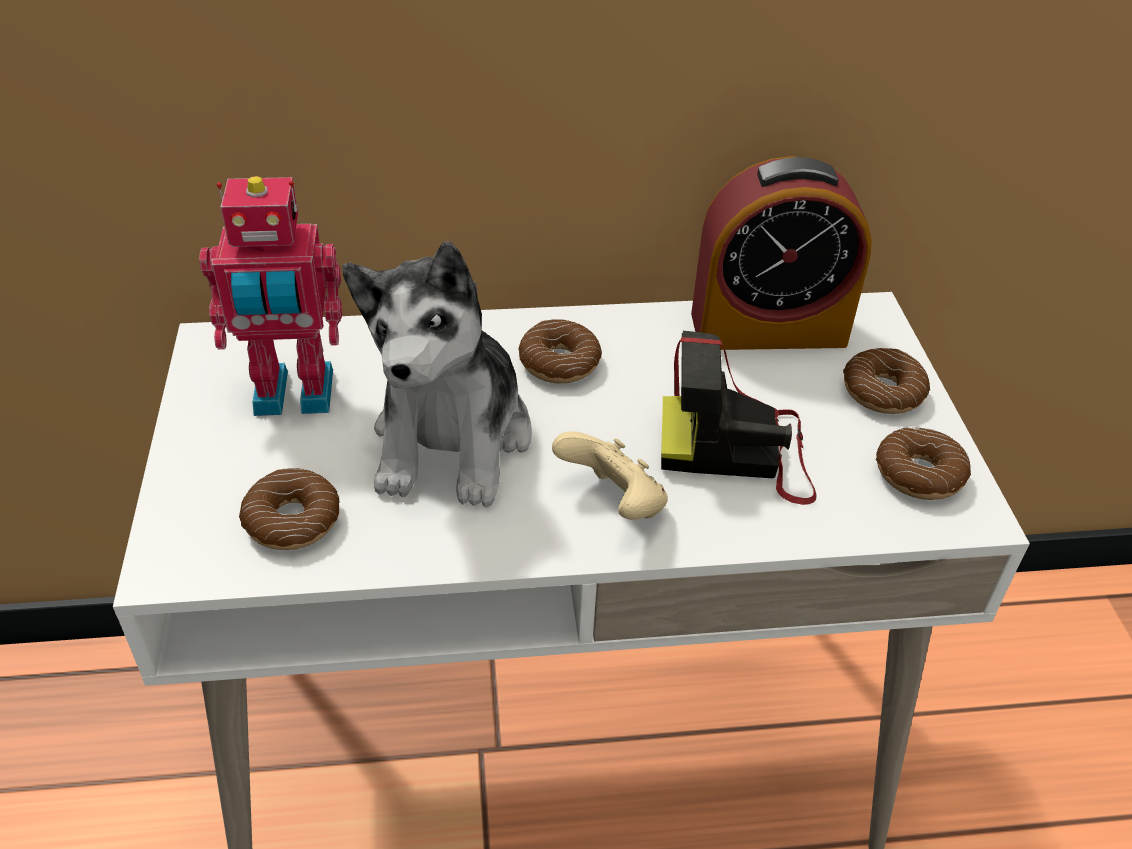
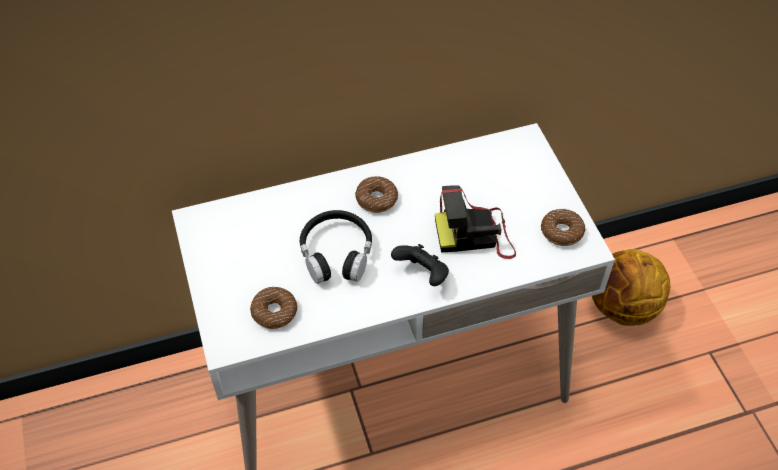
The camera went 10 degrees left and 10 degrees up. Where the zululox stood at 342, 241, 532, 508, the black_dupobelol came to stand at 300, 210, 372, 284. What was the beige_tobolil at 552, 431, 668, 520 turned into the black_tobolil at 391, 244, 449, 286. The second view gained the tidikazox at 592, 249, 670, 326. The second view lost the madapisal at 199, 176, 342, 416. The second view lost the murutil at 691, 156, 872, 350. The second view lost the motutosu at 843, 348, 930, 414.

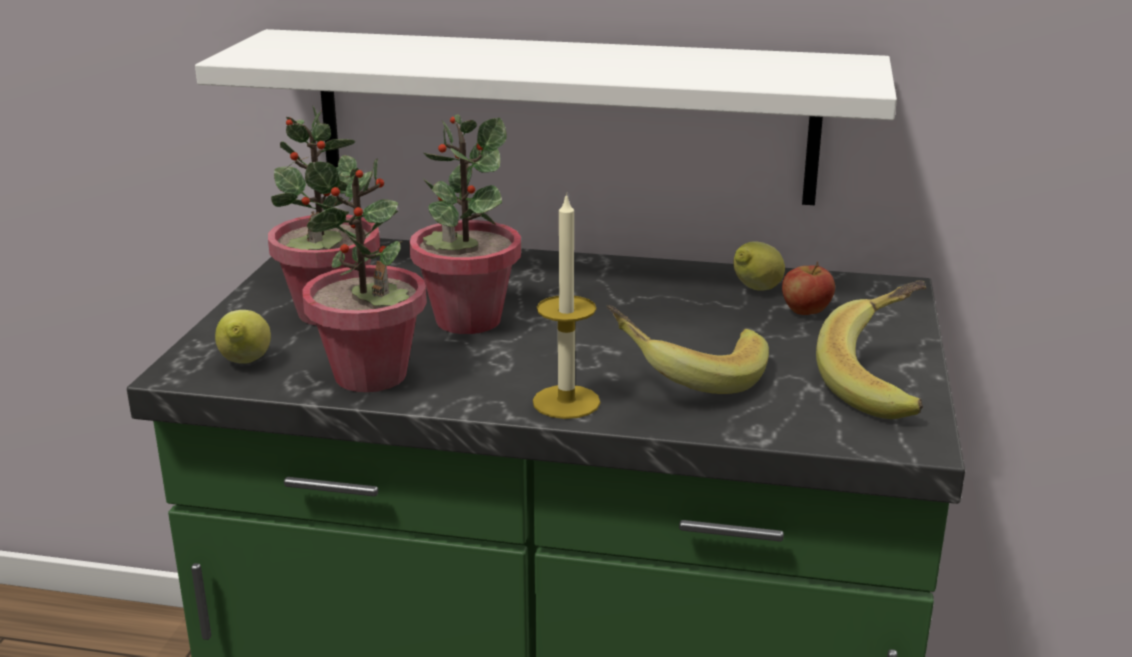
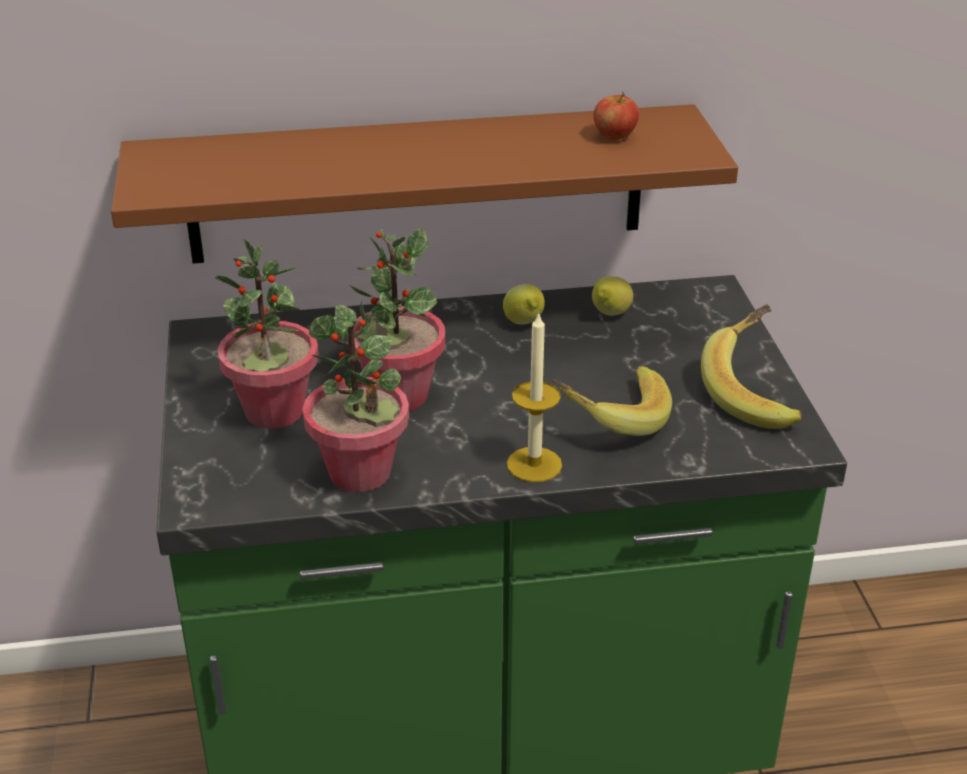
The camera went 20 degrees left and 10 degrees up. What was the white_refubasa at 195, 29, 897, 205 turned into the brown_refubasa at 111, 104, 738, 264. The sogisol ended up elsewhere, having gone from 215, 310, 271, 364 to 503, 284, 545, 324. The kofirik ended up elsewhere, having gone from 782, 261, 835, 315 to 594, 91, 639, 140.

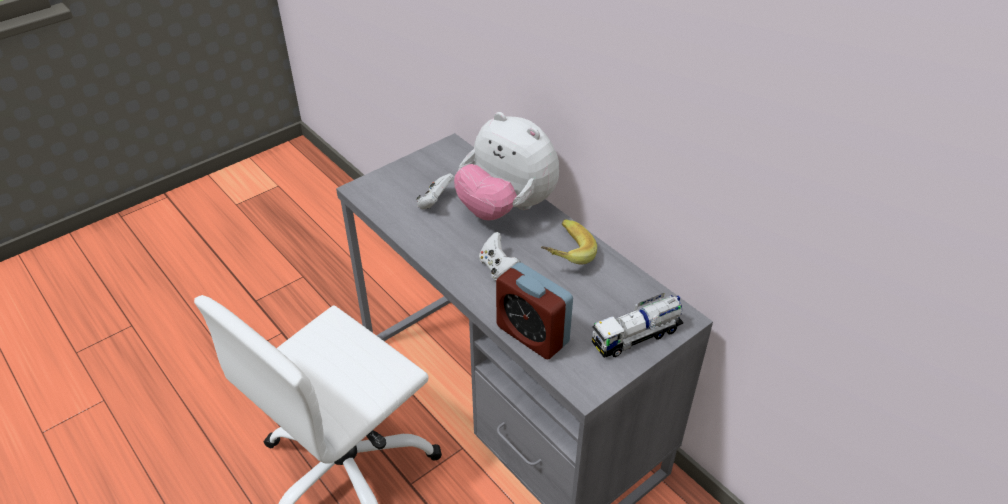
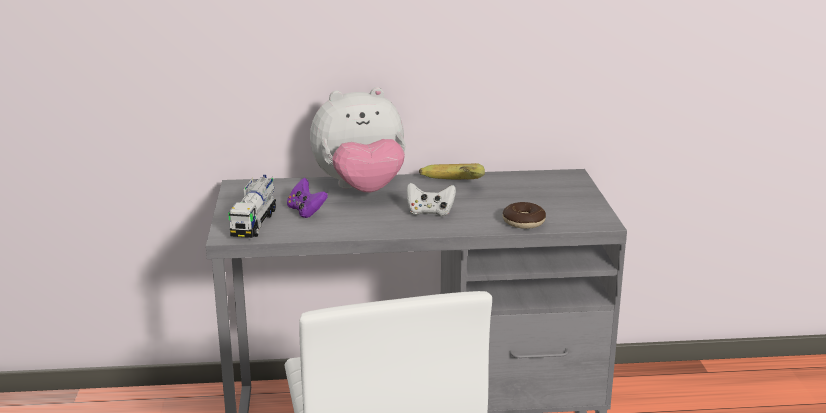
The camera went 55 degrees left and 20 degrees down. The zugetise ended up elsewhere, having gone from 592, 293, 683, 358 to 228, 175, 276, 238. What was the white_tobolil at 416, 173, 454, 210 turned into the purple_tobolil at 287, 178, 328, 218. Where the murutil stood at 496, 262, 573, 360, the motutosu came to stand at 503, 202, 546, 229.

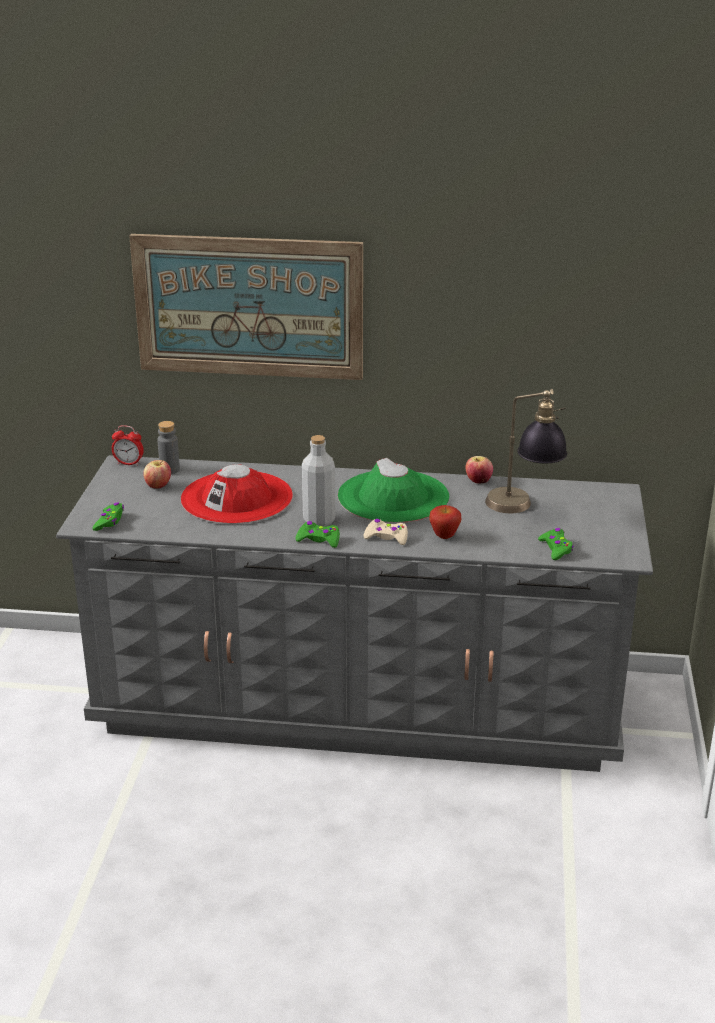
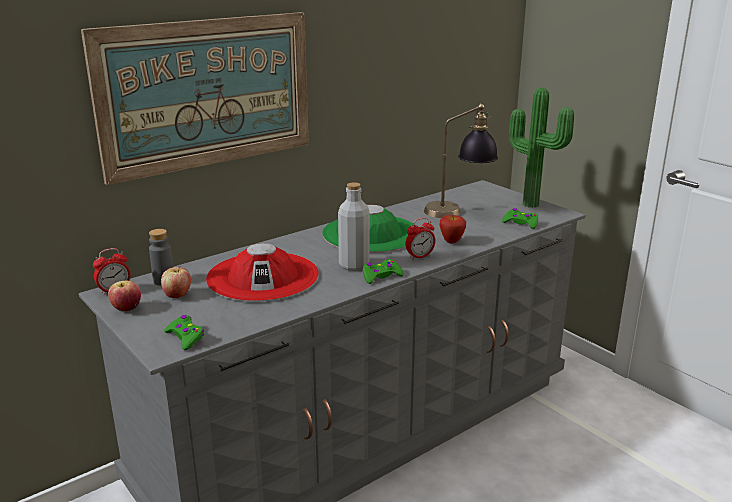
The camera went 45 degrees left and 5 degrees down. The kofirik ended up elsewhere, having gone from 465, 456, 493, 484 to 108, 280, 141, 311. Where the beige_tobolil stood at 363, 519, 408, 545, the murutil came to stand at 405, 218, 435, 260. The second view gained the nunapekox at 509, 88, 574, 208.

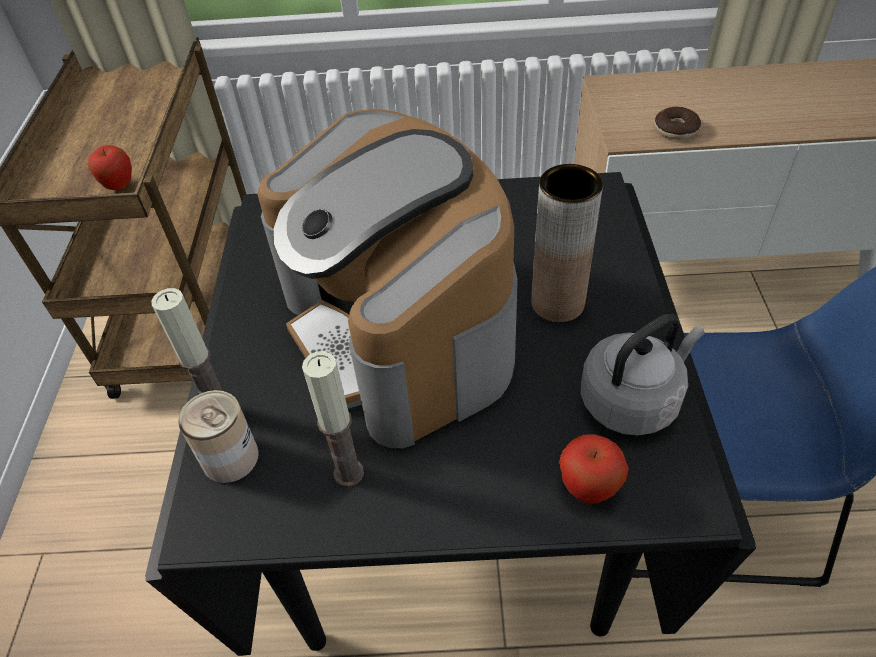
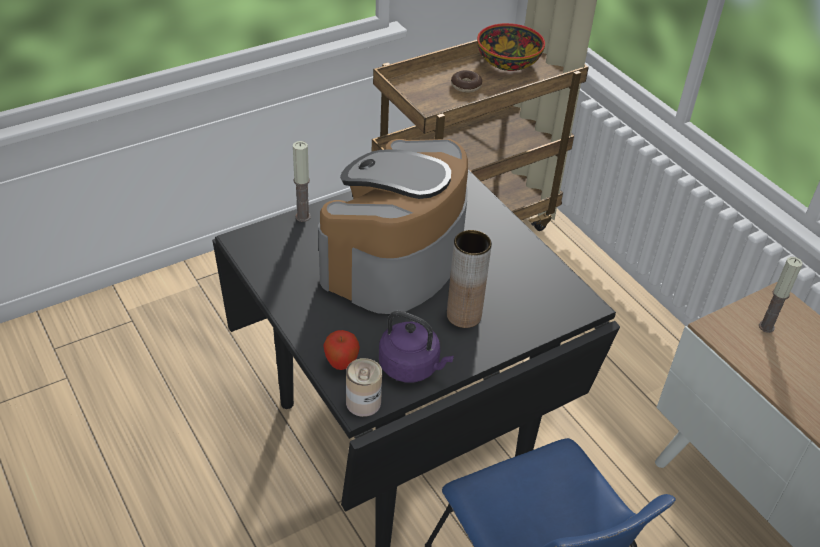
The camera went 55 degrees right and 5 degrees down. The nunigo ended up elsewhere, having gone from 178, 390, 259, 483 to 346, 358, 382, 417. What was the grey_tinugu at 581, 314, 705, 436 turned into the purple_tinugu at 379, 311, 454, 382. The motutosu ended up elsewhere, having gone from 654, 107, 701, 140 to 451, 70, 482, 93. The second view gained the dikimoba at 477, 23, 545, 71. The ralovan ended up elsewhere, having gone from 302, 351, 364, 487 to 759, 257, 803, 333. The second view lost the kofirik at 88, 145, 132, 190.

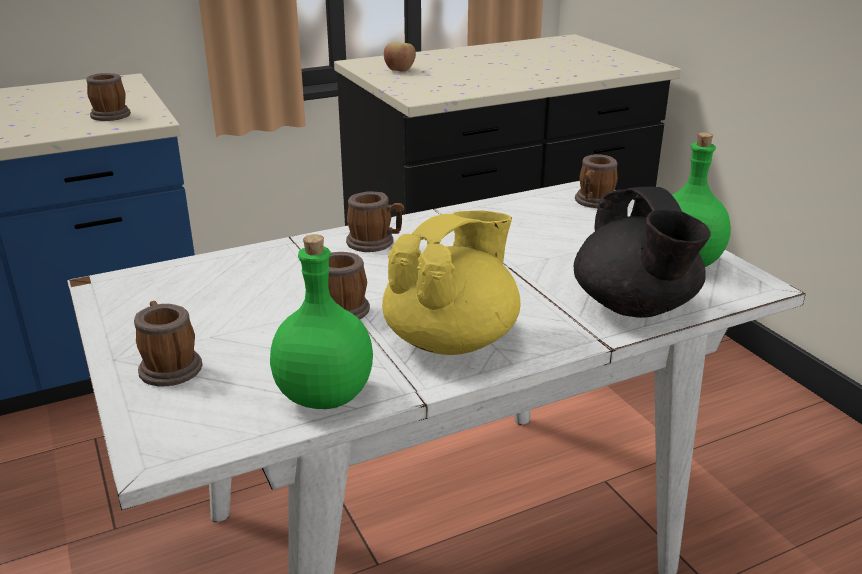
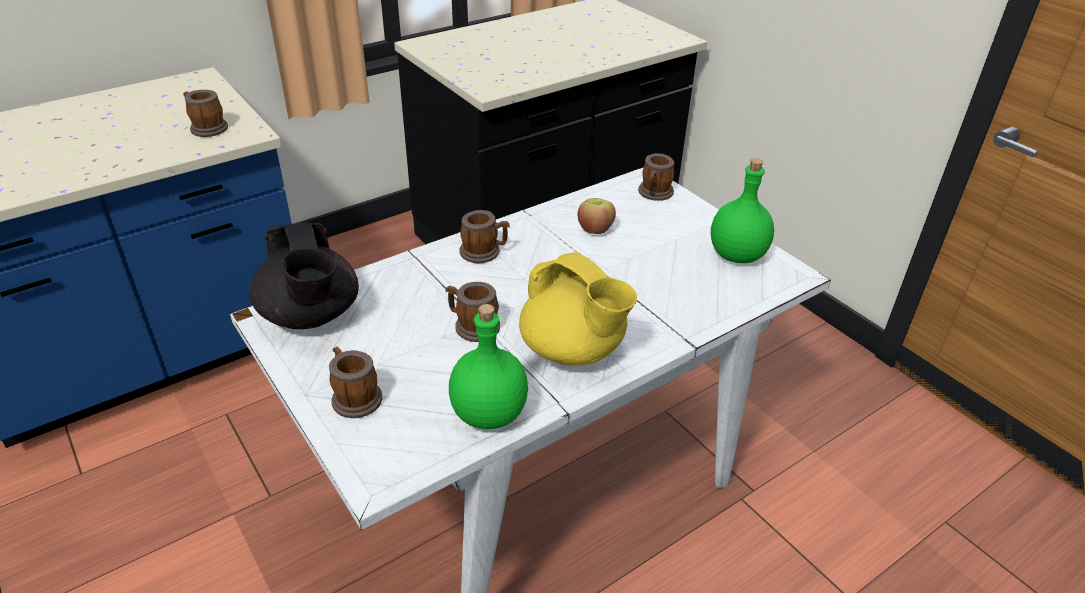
The camera went 10 degrees left and 10 degrees up. The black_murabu ended up elsewhere, having gone from 574, 187, 711, 318 to 250, 222, 359, 329. The yellow_murabu at 382, 210, 520, 355 ended up facing another way, 105 degrees clockwise from before. The kofirik ended up elsewhere, having gone from 384, 43, 416, 72 to 578, 198, 616, 234.

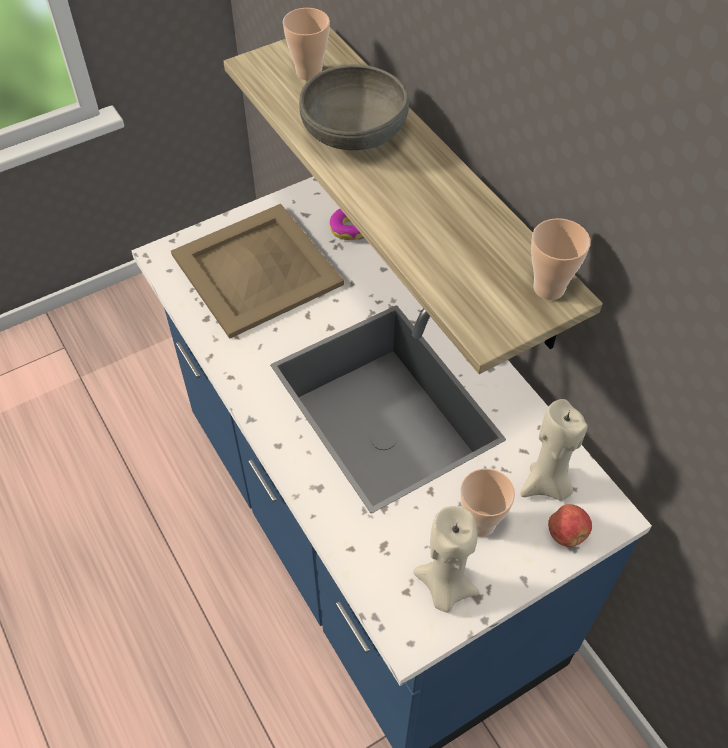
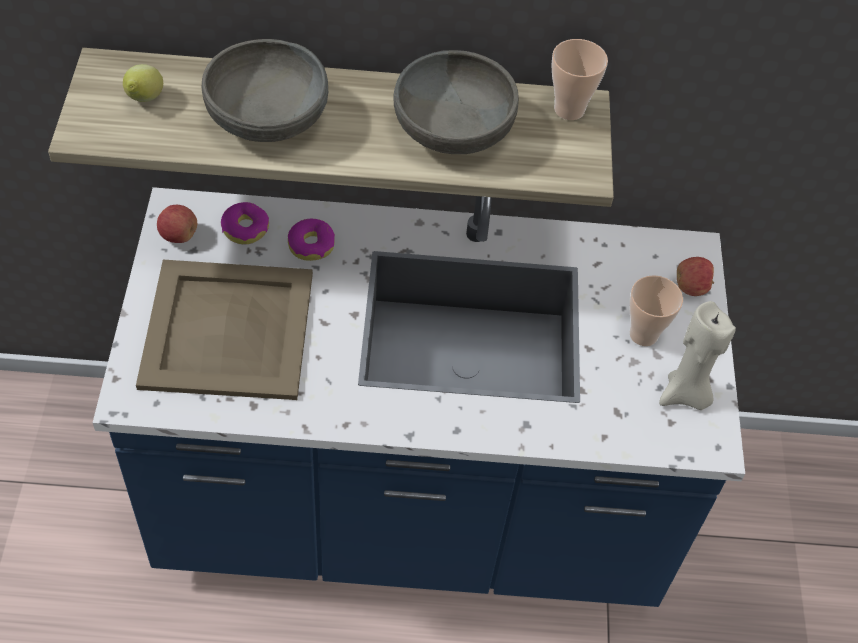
The camera went 60 degrees left and 0 degrees up. Where the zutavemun stood at 283, 8, 330, 80, the sogisol came to stand at 123, 64, 163, 102. The second view gained the kofirik at 157, 205, 197, 243. The second view gained the motutosu at 288, 219, 335, 261. The second view gained the grey_dikimoba at 393, 50, 519, 154. The second view lost the beige_ralovan at 521, 399, 588, 501.

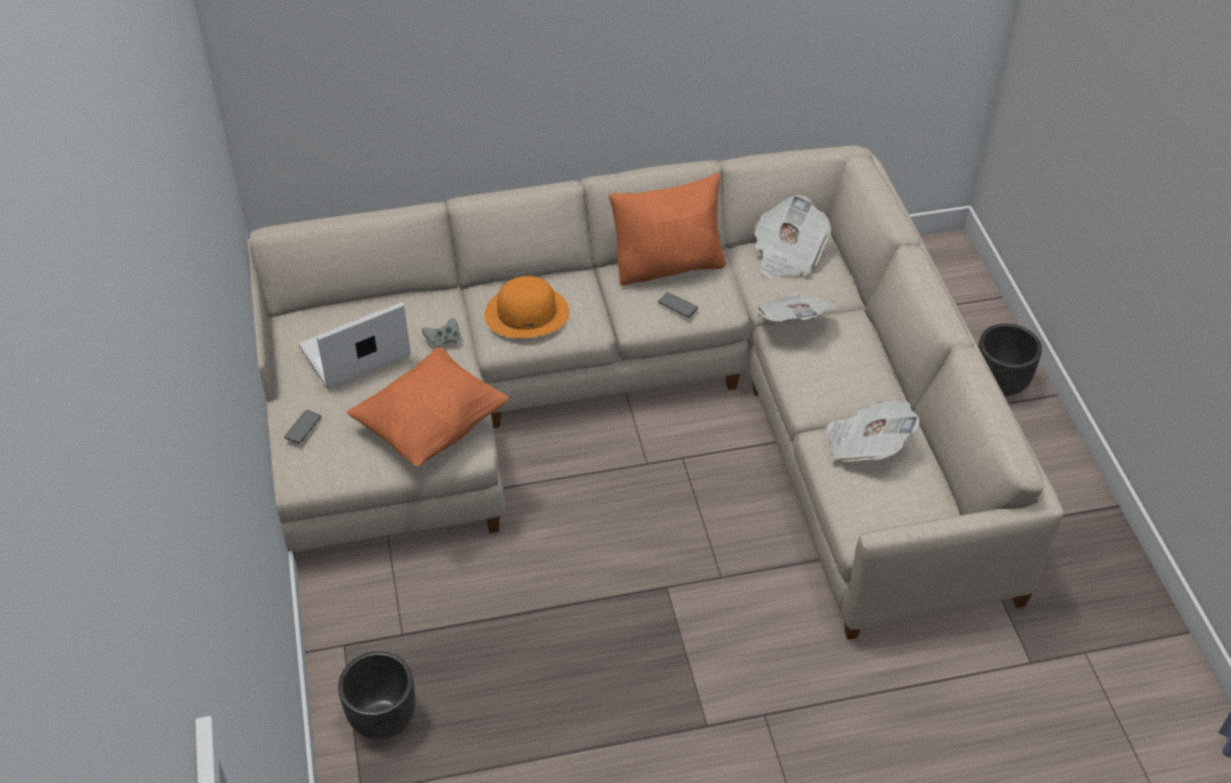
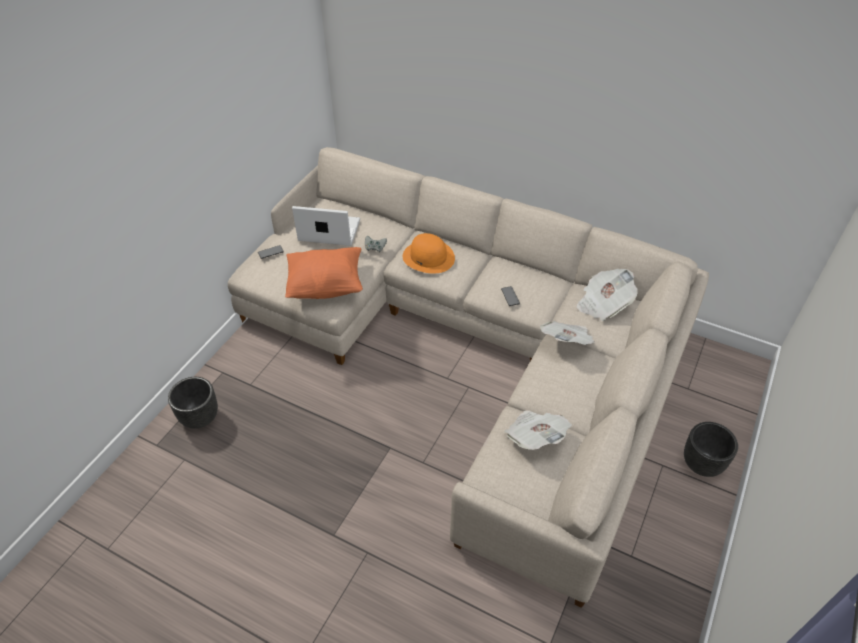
The camera went 40 degrees right and 0 degrees up. The second view lost the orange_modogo at 609, 173, 726, 286.

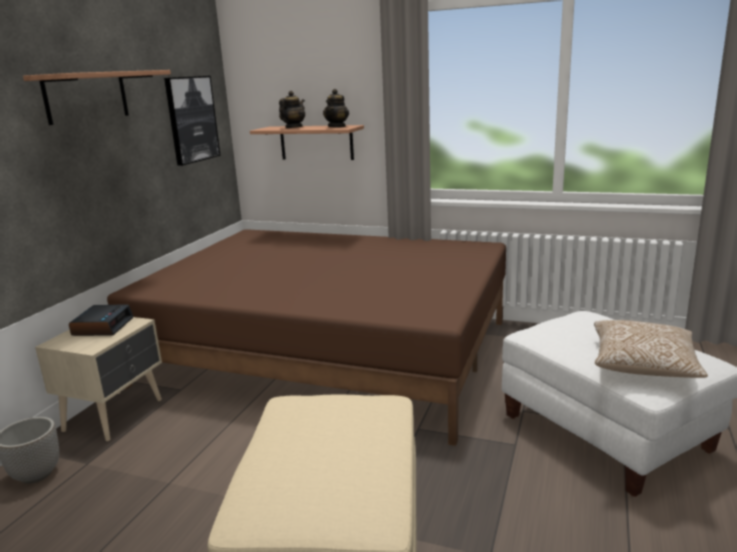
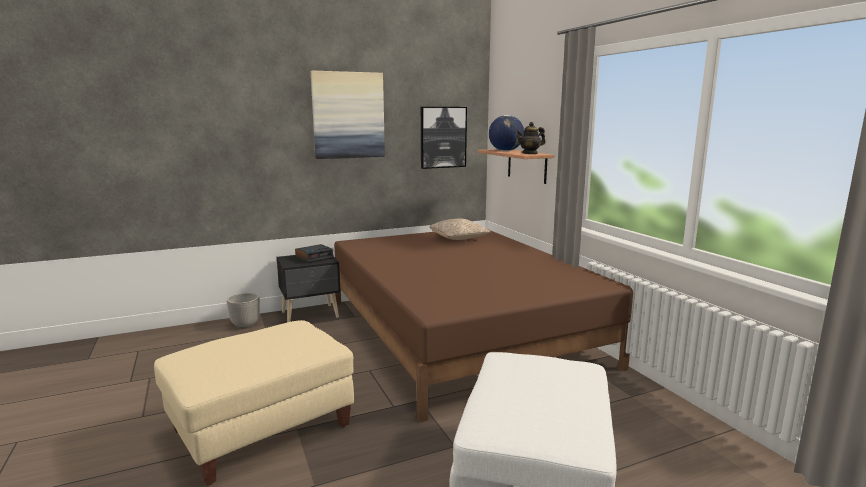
The camera went 45 degrees right and 5 degrees down. What was the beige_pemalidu at 35, 317, 162, 441 turned into the black_pemalidu at 277, 255, 341, 322. Where the refubasa hung at 23, 70, 171, 125, the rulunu came to hang at 311, 71, 385, 159. The modogo ended up elsewhere, having gone from 594, 320, 708, 378 to 429, 219, 491, 240. Where the murabu stood at 279, 91, 305, 128, the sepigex came to stand at 489, 115, 524, 151.

